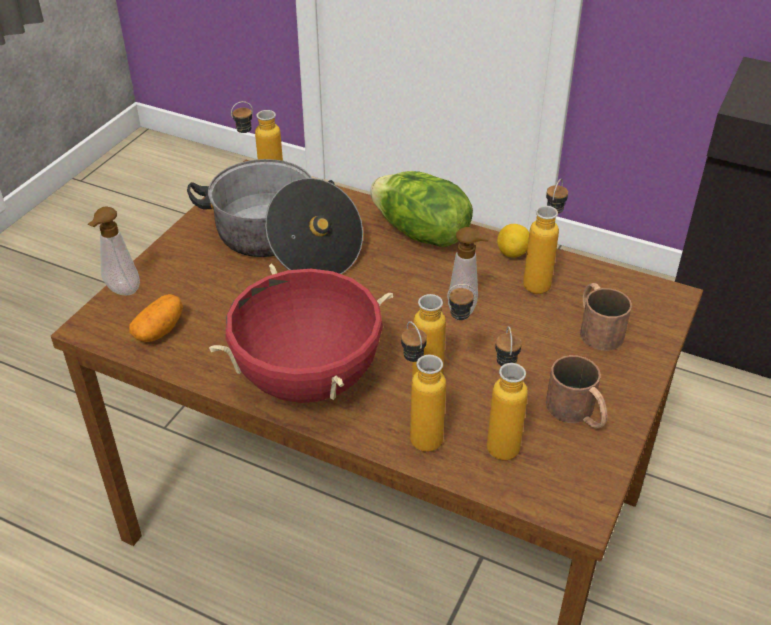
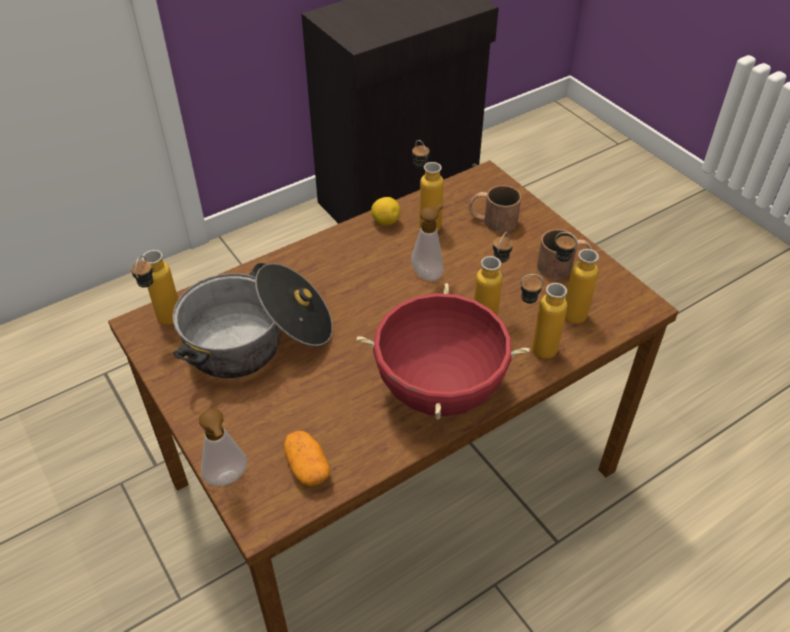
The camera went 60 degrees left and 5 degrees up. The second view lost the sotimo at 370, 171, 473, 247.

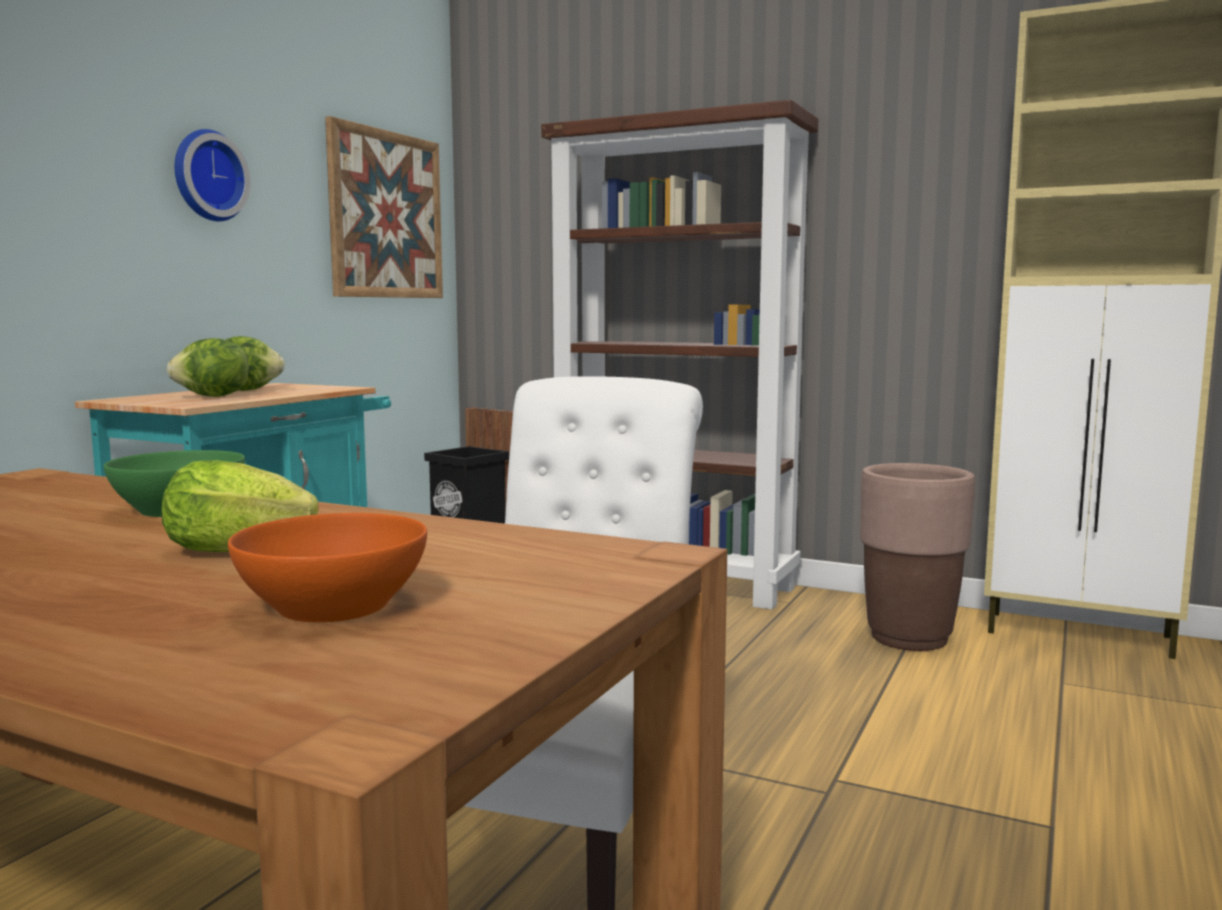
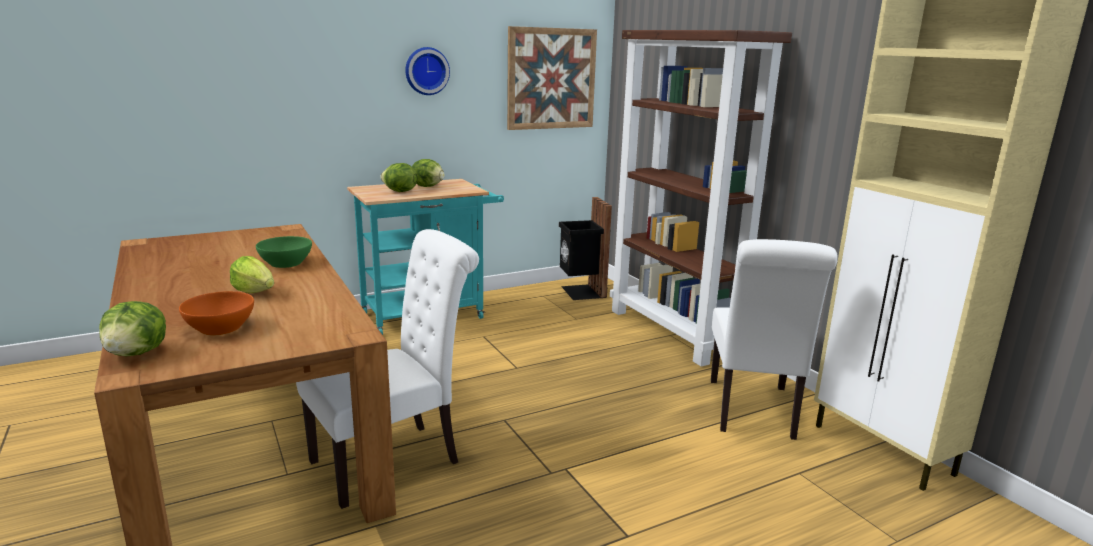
The camera went 35 degrees right and 10 degrees up. The second view gained the sotimo at 99, 301, 166, 357. Where the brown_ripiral stood at 860, 463, 975, 651, the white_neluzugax came to stand at 711, 239, 838, 440.

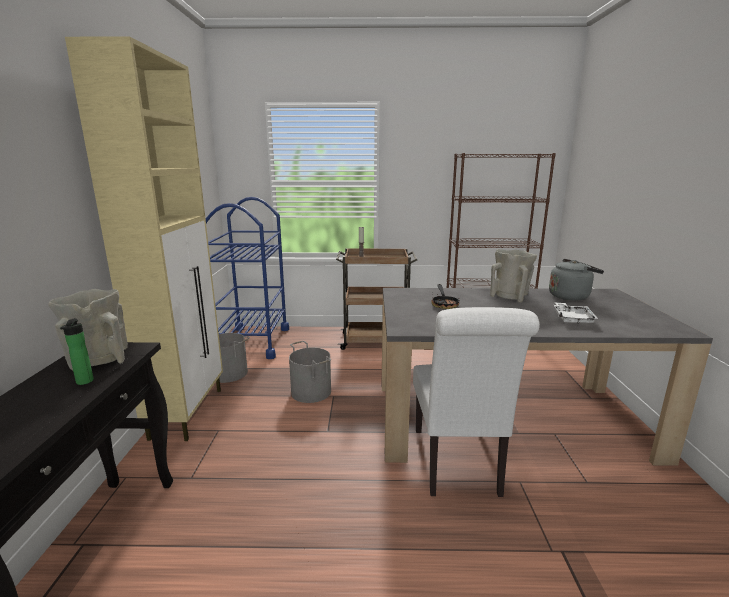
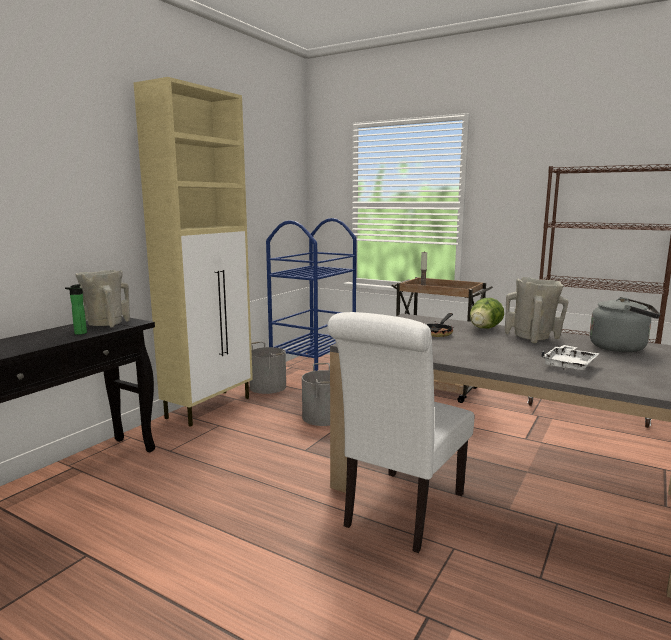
The camera went 30 degrees right and 5 degrees down. The second view gained the sotimo at 470, 298, 504, 329.

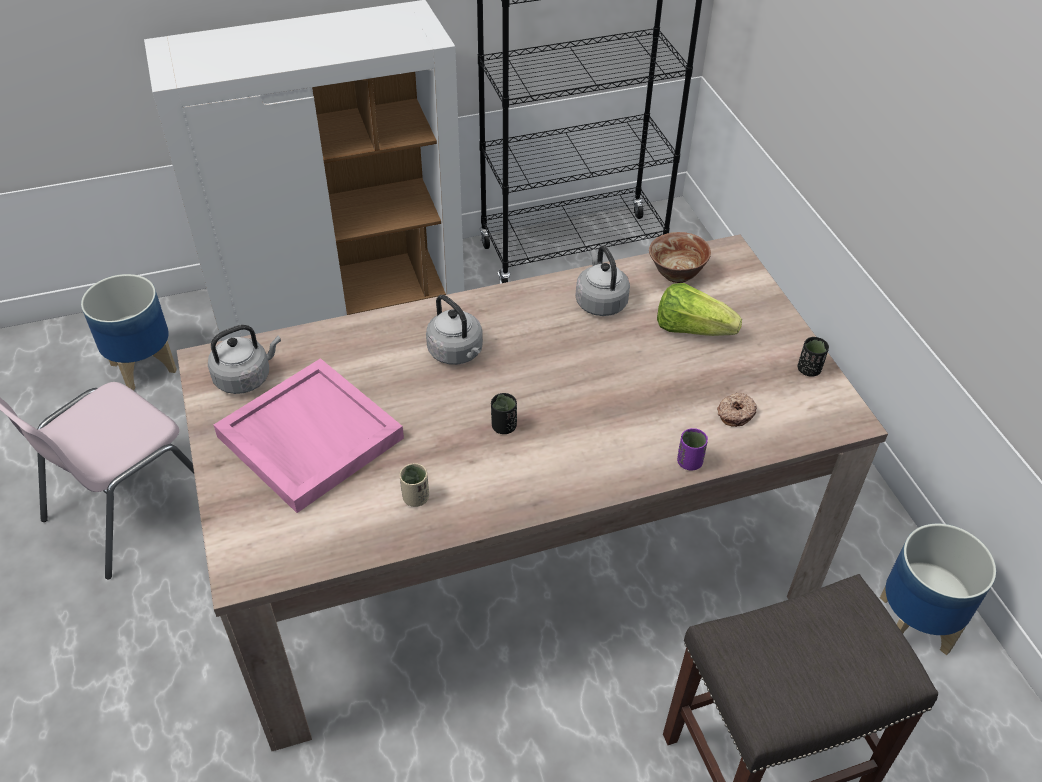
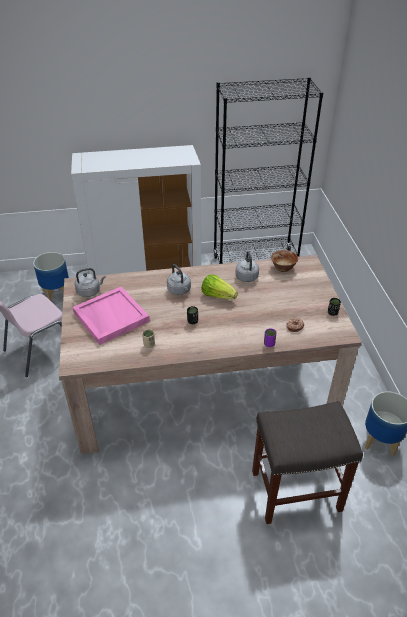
The camera went 10 degrees right and 5 degrees down. The sotimo ended up elsewhere, having gone from 657, 283, 742, 336 to 202, 275, 238, 299.

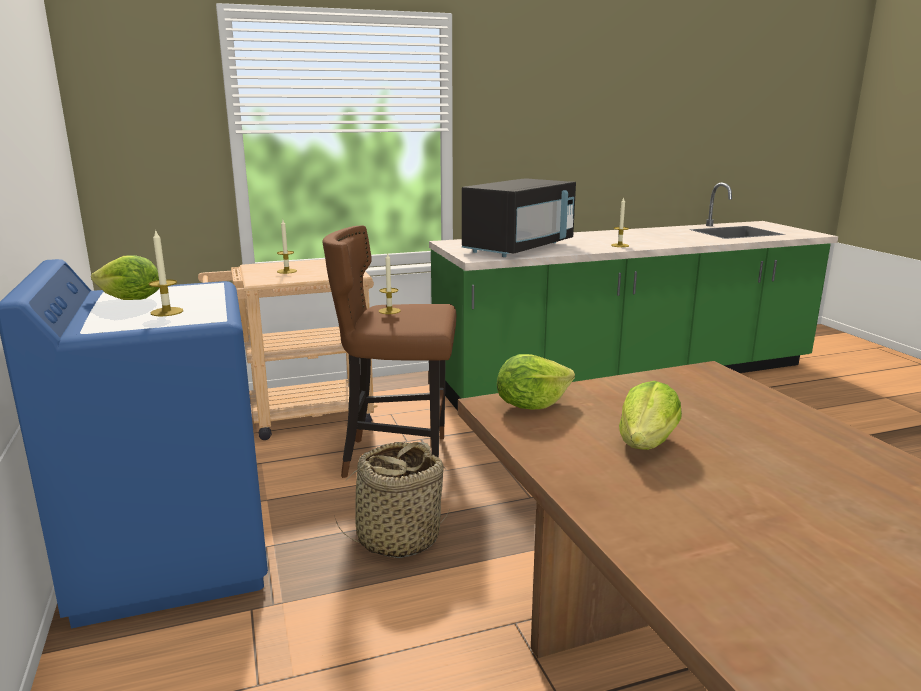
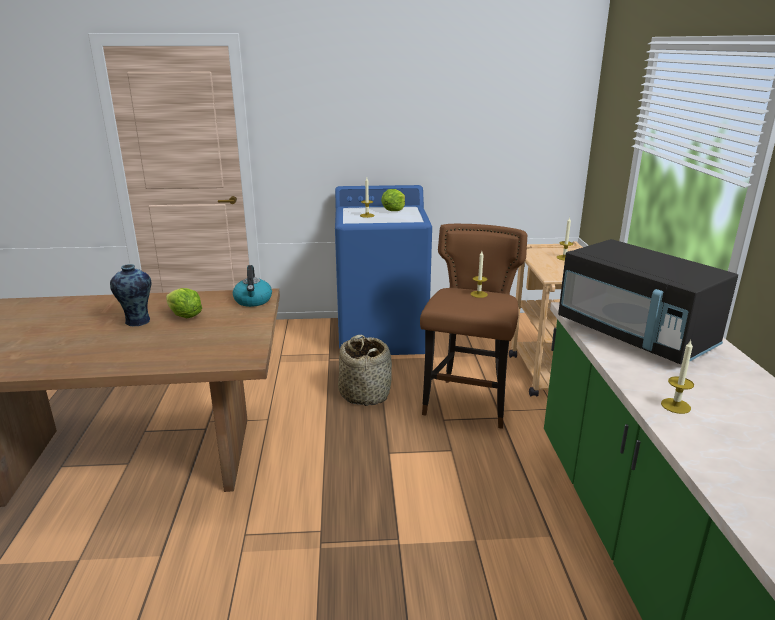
The camera went 105 degrees right and 5 degrees up. The second view gained the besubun at 110, 264, 151, 326. Where the sotimo stood at 497, 354, 575, 410, the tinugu came to stand at 233, 265, 272, 307.

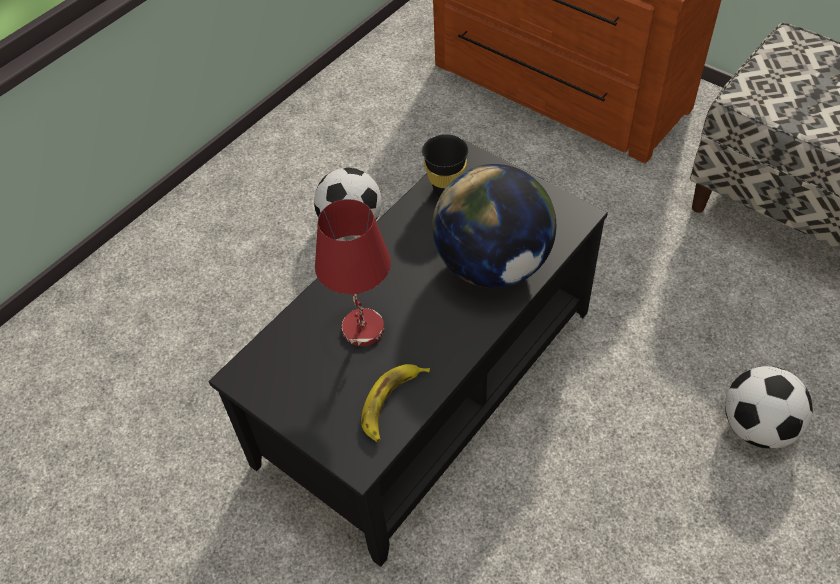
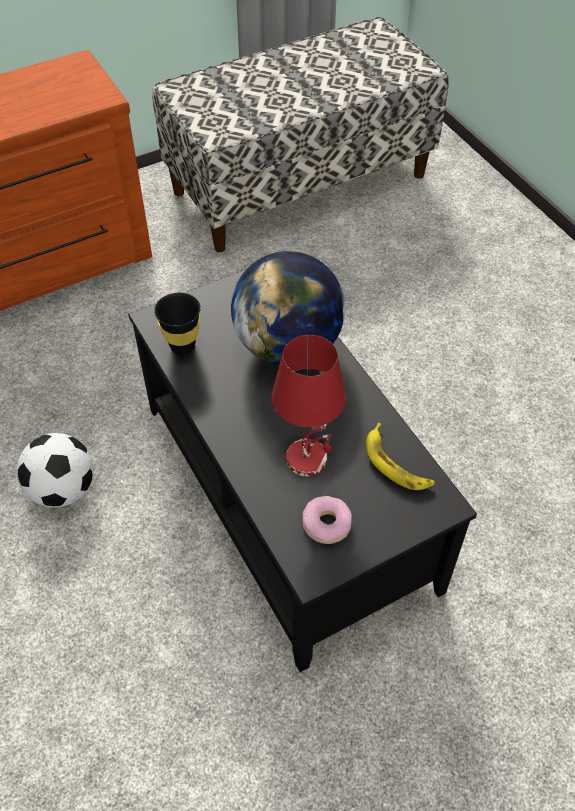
The camera went 70 degrees left and 0 degrees up. The second view gained the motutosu at 302, 496, 352, 544. The second view lost the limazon at 725, 366, 813, 449.

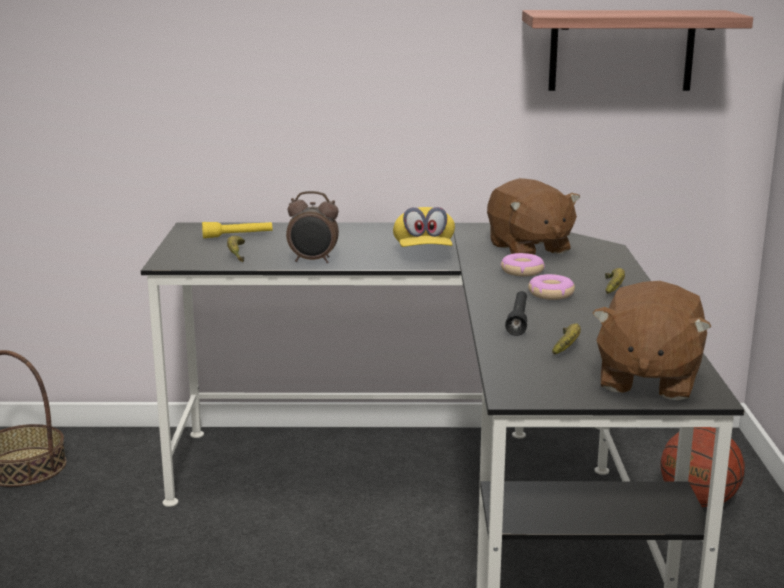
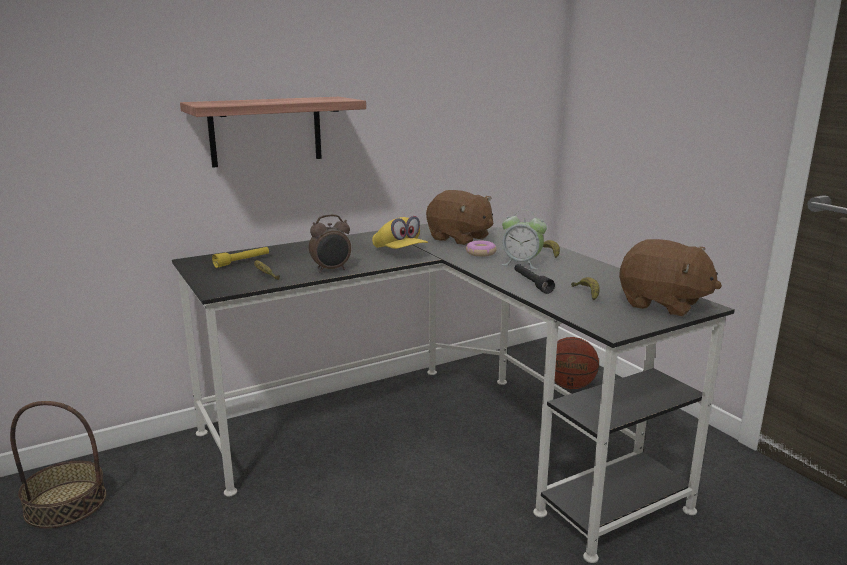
The camera went 30 degrees left and 0 degrees up. The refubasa ended up elsewhere, having gone from 522, 10, 753, 91 to 180, 97, 366, 168. Where the motutosu stood at 528, 274, 575, 300, the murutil came to stand at 501, 210, 547, 270. The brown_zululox at 592, 281, 711, 400 ended up facing another way, 45 degrees counterclockwise from before.

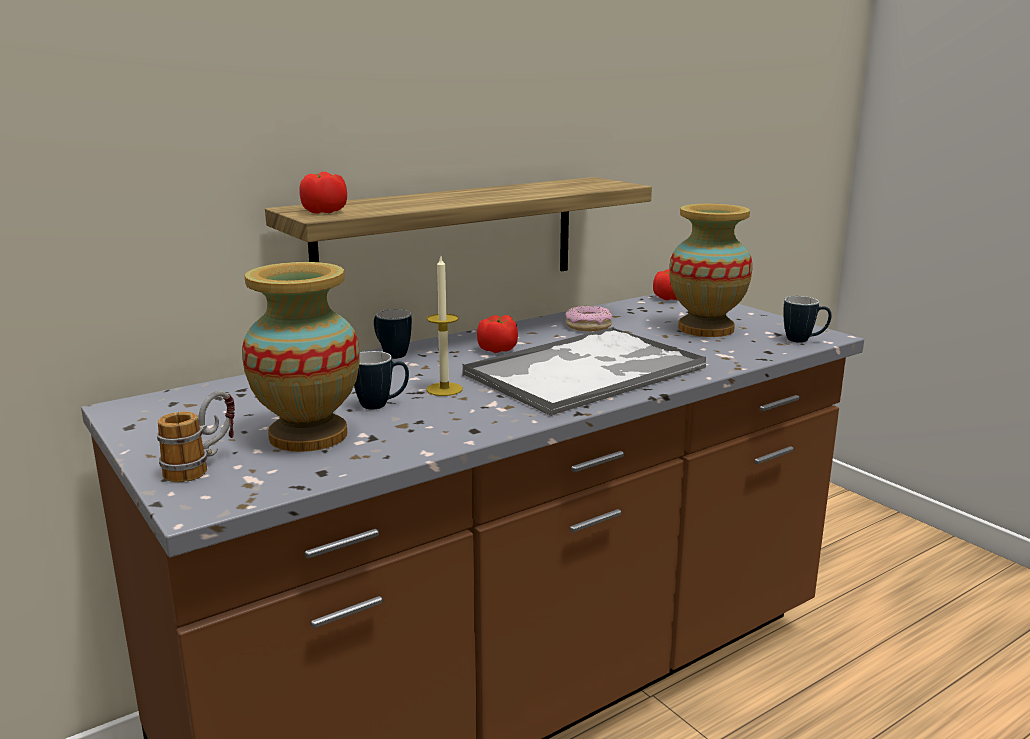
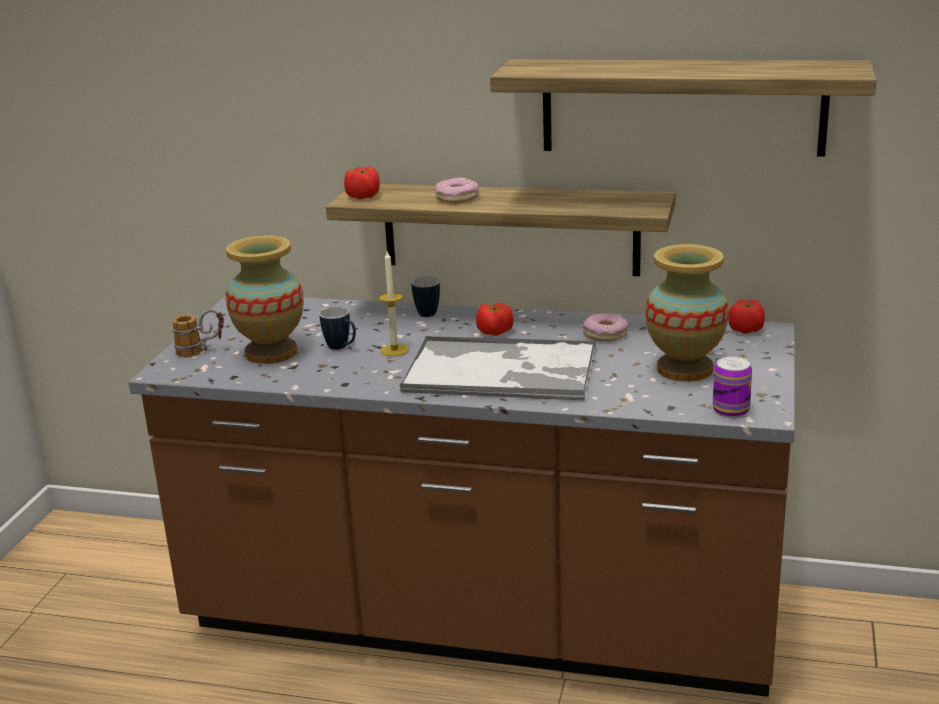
The camera went 50 degrees right and 5 degrees up. The second view gained the motutosu at 434, 177, 479, 203. The second view gained the refubasa at 490, 60, 877, 157. Where the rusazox stood at 784, 296, 832, 343, the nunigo came to stand at 713, 356, 752, 418.

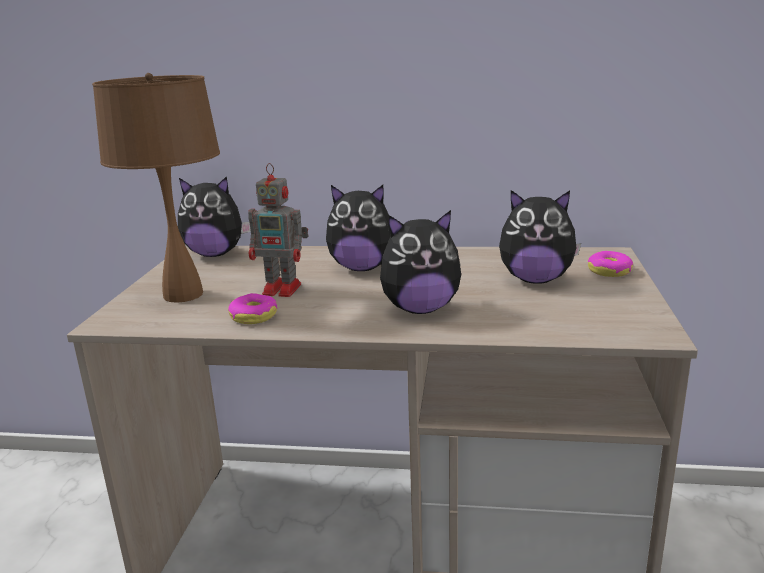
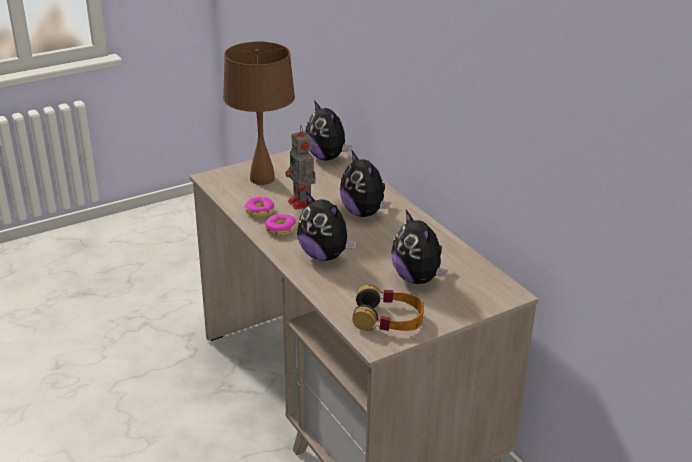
The camera went 50 degrees right and 10 degrees up. The motutosu ended up elsewhere, having gone from 588, 251, 633, 277 to 265, 214, 296, 236. The second view gained the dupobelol at 352, 285, 424, 331.

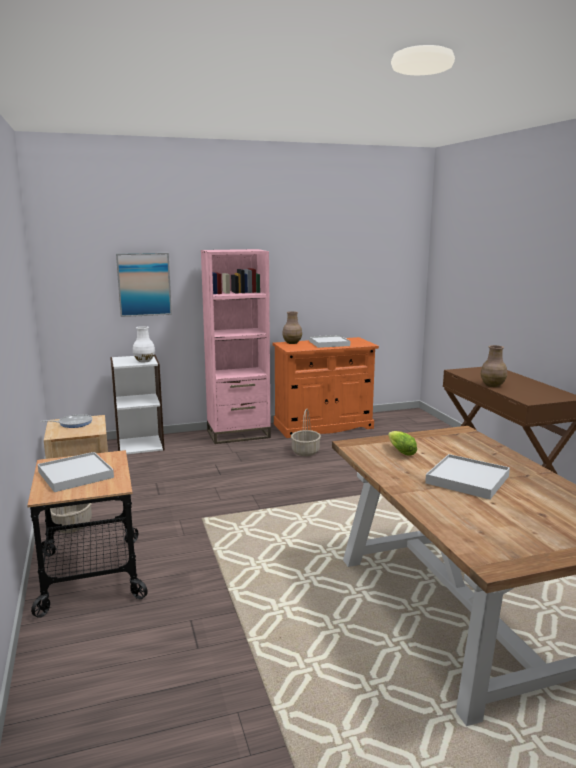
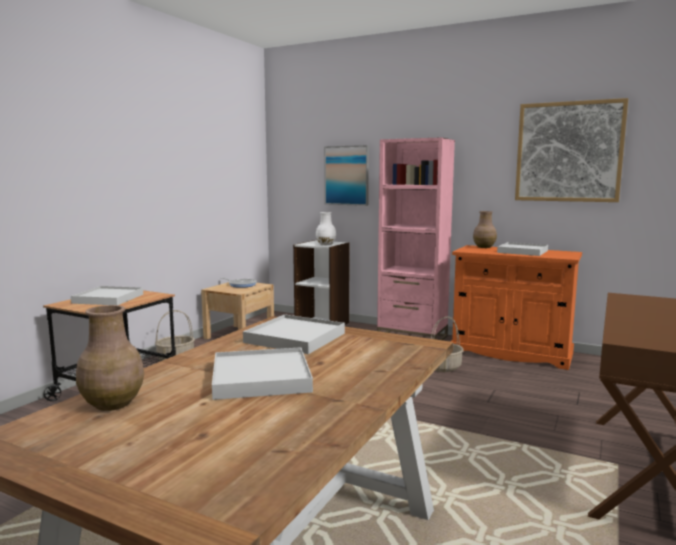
The camera went 45 degrees right and 5 degrees down. The brown_besubun ended up elsewhere, having gone from 480, 345, 507, 387 to 76, 305, 144, 411. Where the sotimo stood at 388, 431, 417, 456, the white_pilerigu came to stand at 243, 314, 345, 354. The second view gained the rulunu at 515, 98, 628, 202.

